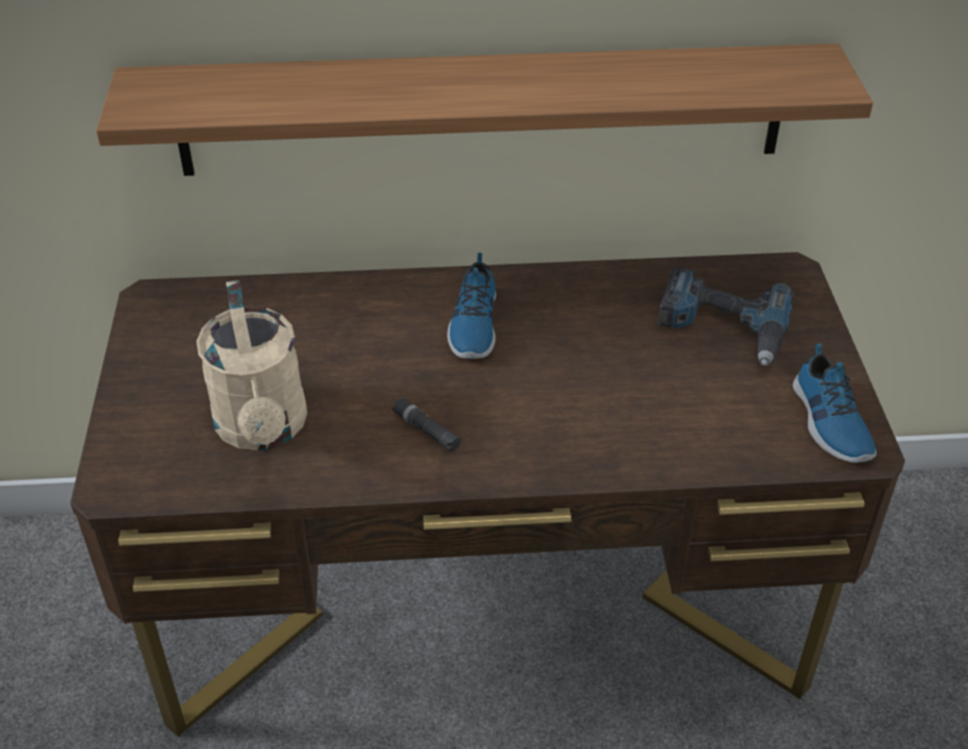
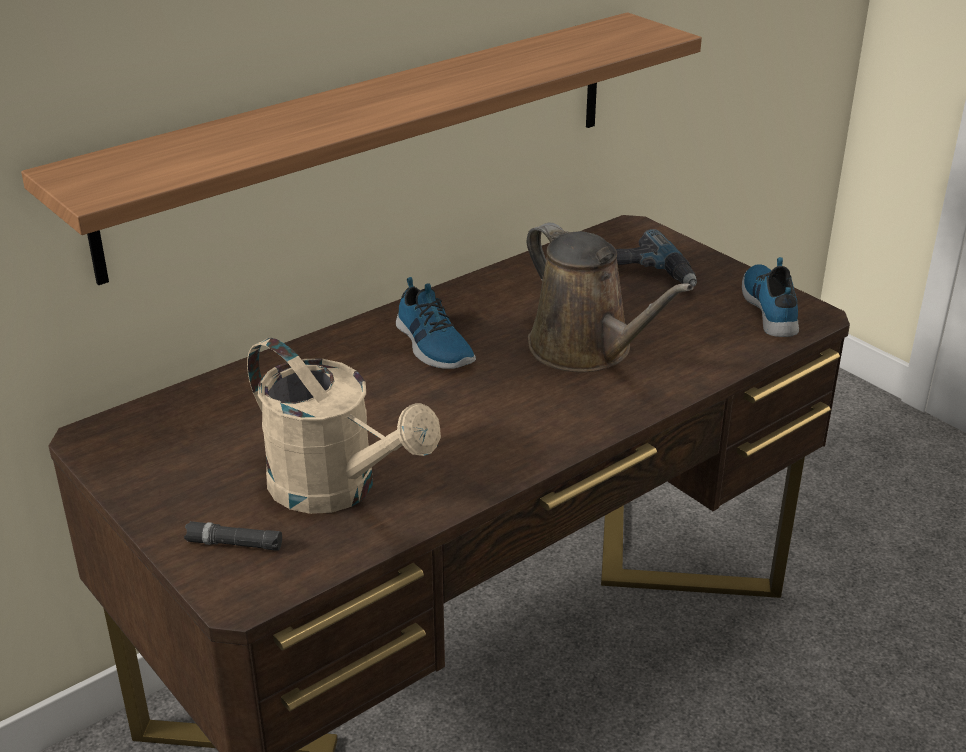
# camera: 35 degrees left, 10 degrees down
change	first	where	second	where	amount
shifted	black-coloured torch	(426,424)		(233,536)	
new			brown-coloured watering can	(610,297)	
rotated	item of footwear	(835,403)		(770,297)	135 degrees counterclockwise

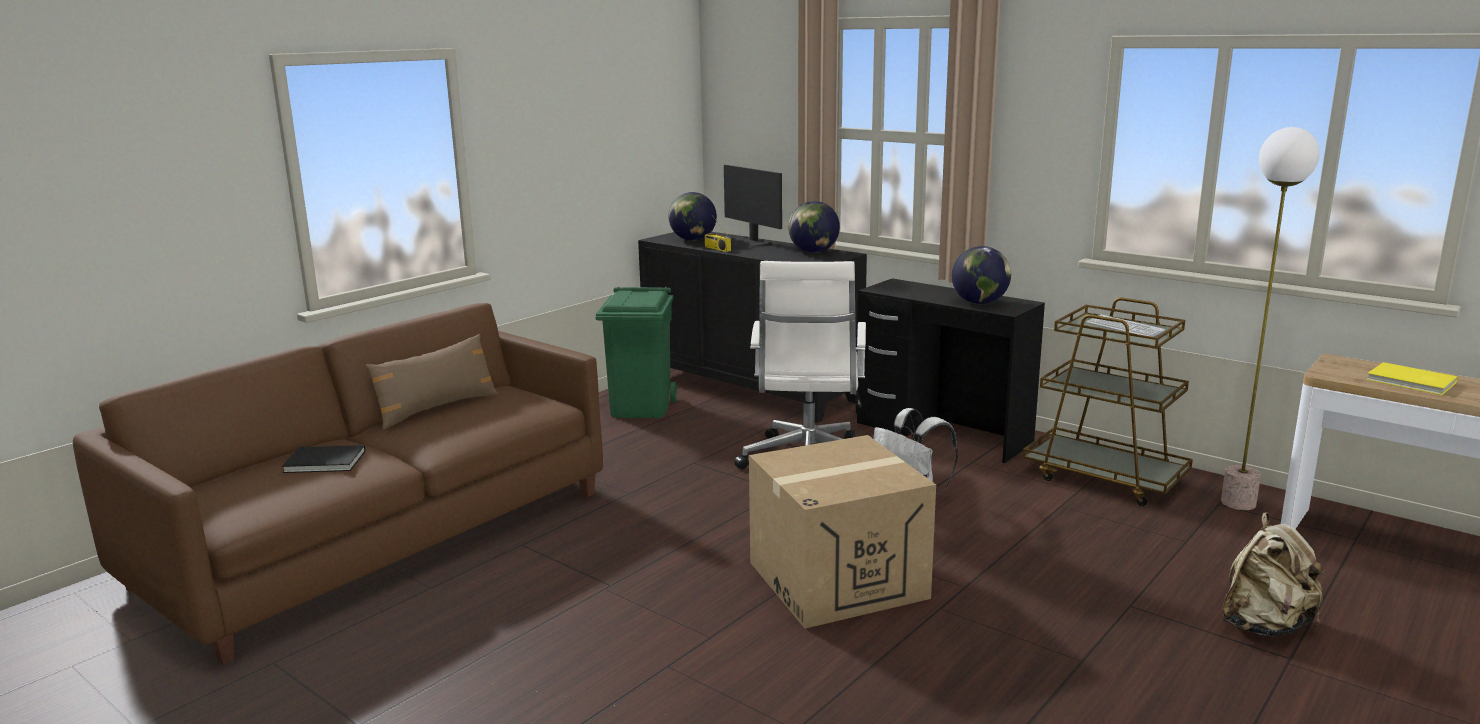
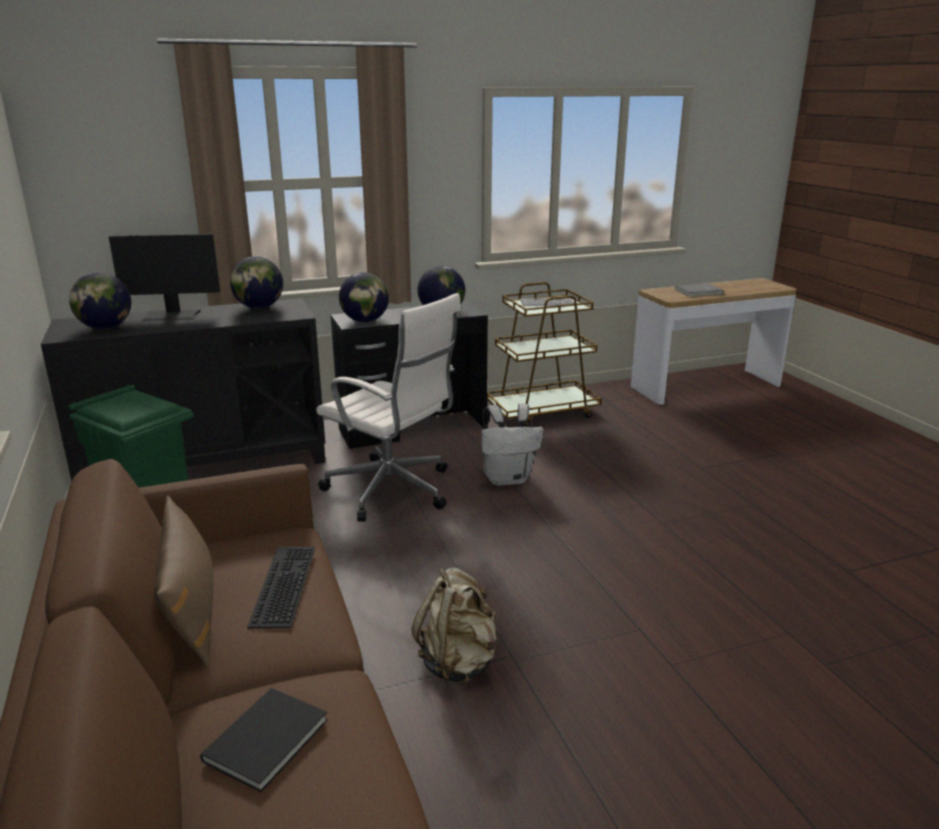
# camera: 60 degrees left, 5 degrees up
change	first	where	second	where	amount
new			computer keyboard	(281,588)	
new			globe	(364,297)	
shifted	beige-coloured rucksack	(1274,574)		(454,626)	
repainted	yellowish volume	(1412,378)	gray volume	(699,290)	
gone	radio set	(718,235)			
gone	cardboard box	(842,532)			
gone	standard lamp	(1270,318)			

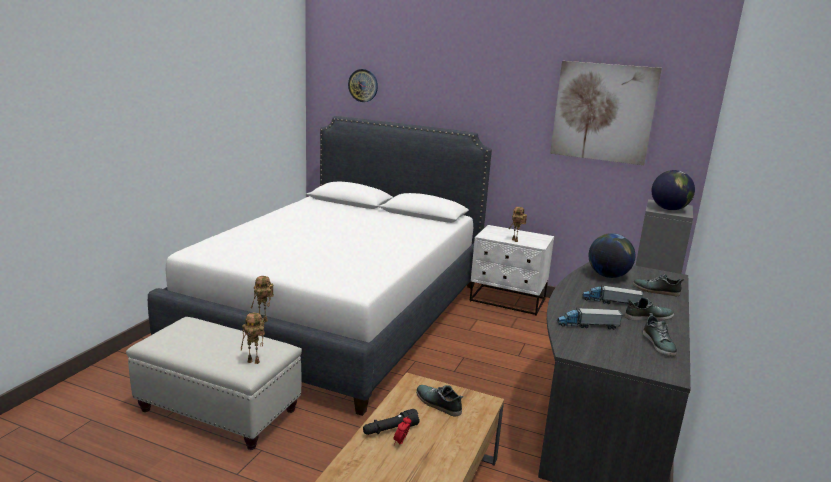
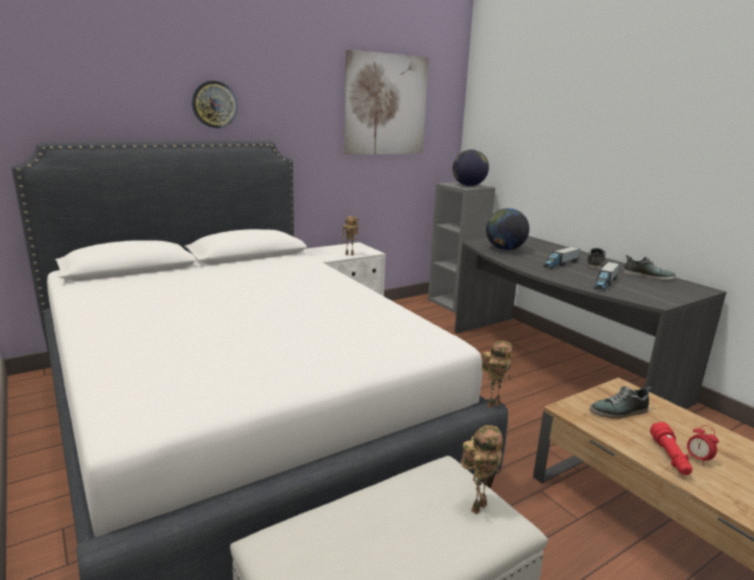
# camera: 55 degrees left, 0 degrees up
change	first	where	second	where	amount
shifted	hanging clock	(363,85)		(215,104)	
shifted	model robot	(262,299)		(496,375)	
repainted	black-coloured torch	(391,422)	red-coloured torch	(671,448)	
gone	item of footwear	(658,285)			

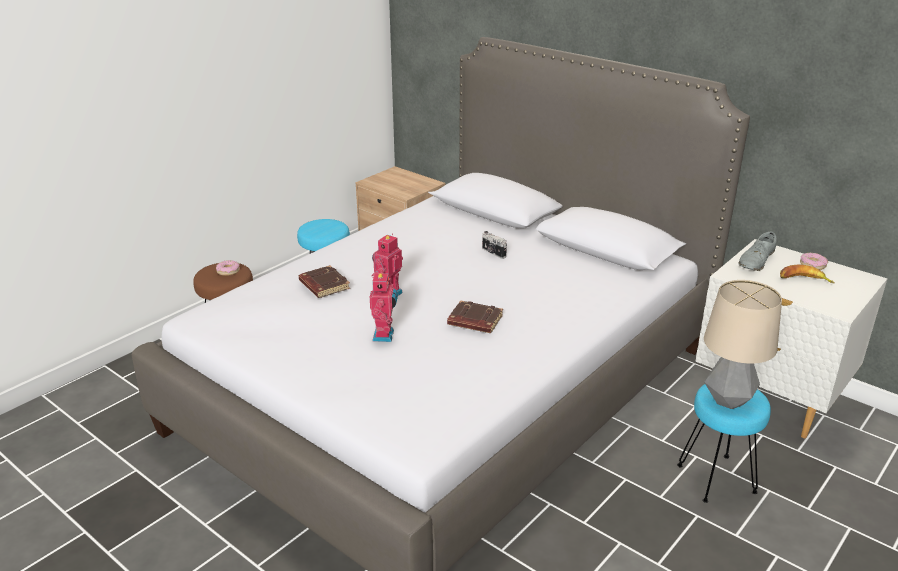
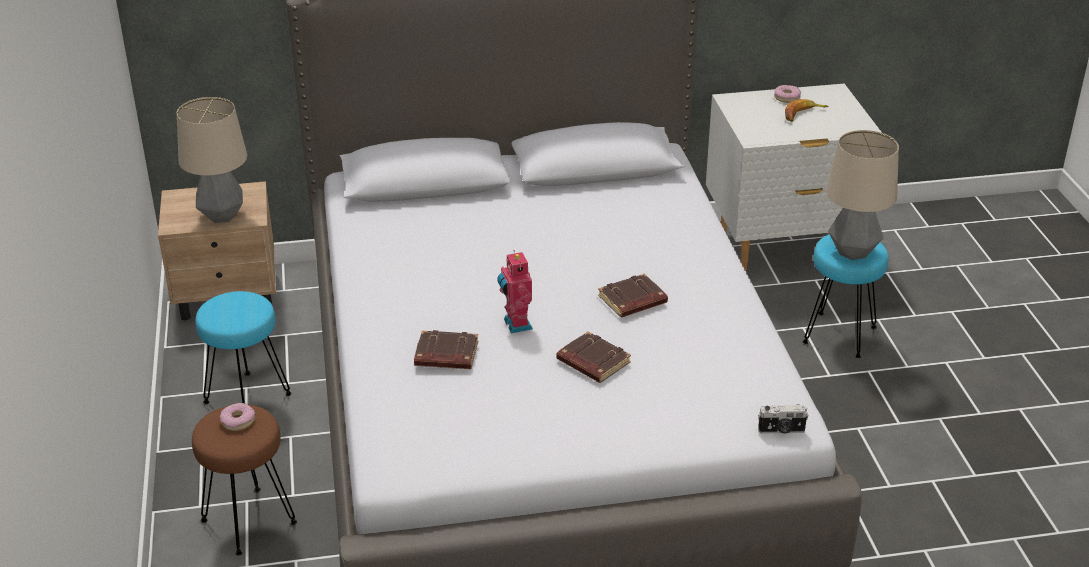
# camera: 50 degrees left, 5 degrees up
change	first	where	second	where	amount
new			lamp for a table	(212,160)	
swapped	model robot	(384,306)	brown-coloured volume	(594,357)	
shifted	photo camera	(494,245)		(783,419)	
gone	gray item of footwear	(757,251)			

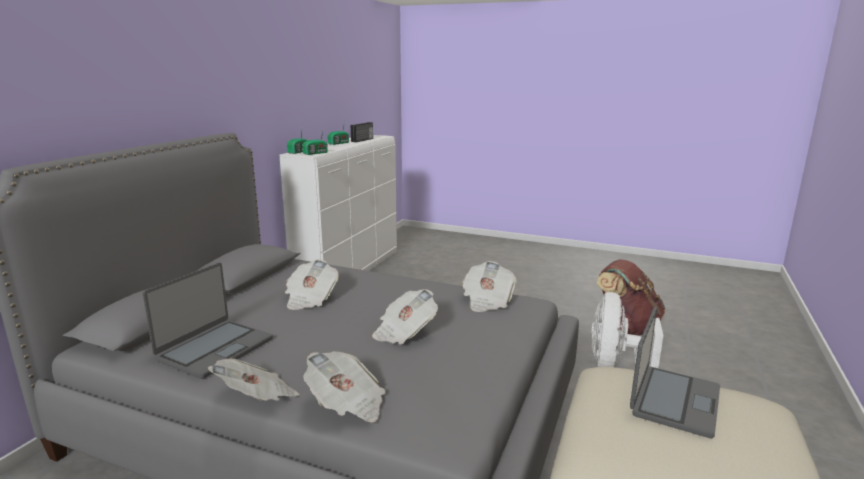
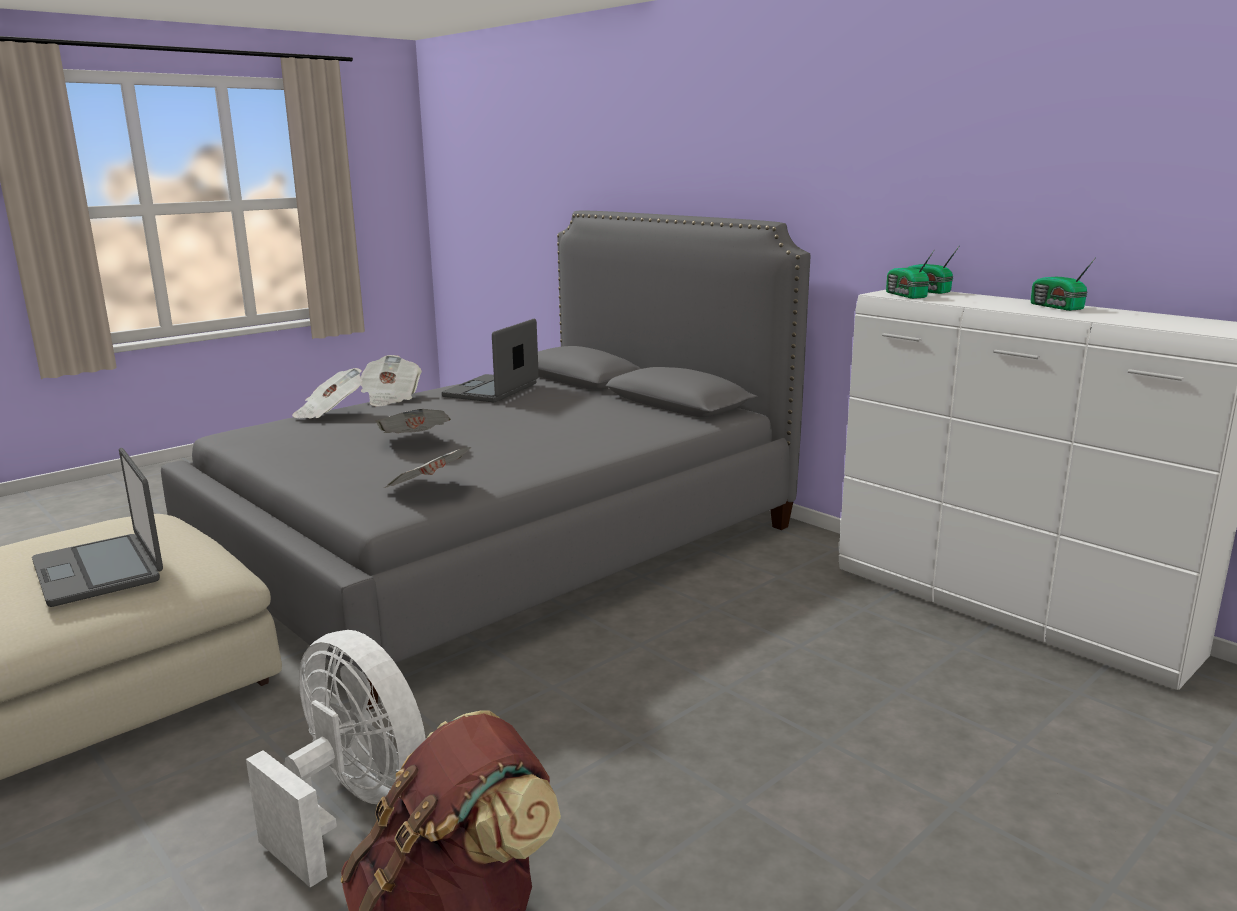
# camera: 115 degrees right, 0 degrees up
change	first	where	second	where	amount
rotated	laptop	(208,321)		(490,360)	60 degrees clockwise
gone	newspaper	(312,284)			
gone	radio set	(362,132)			

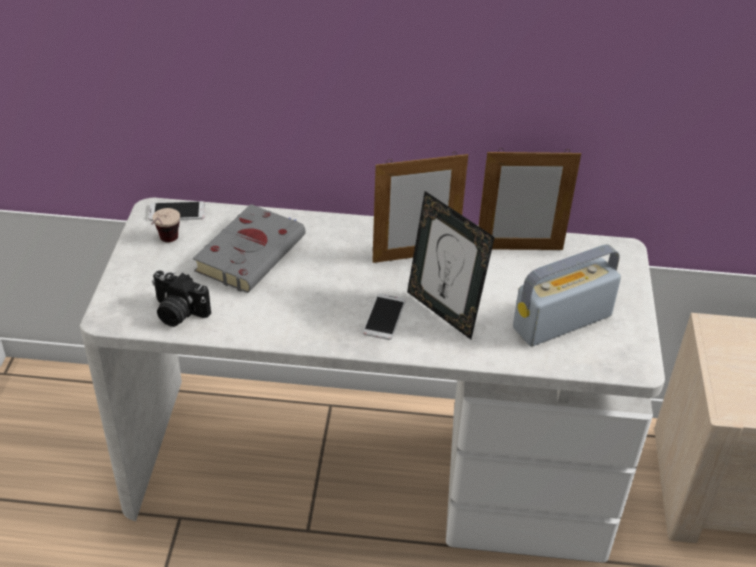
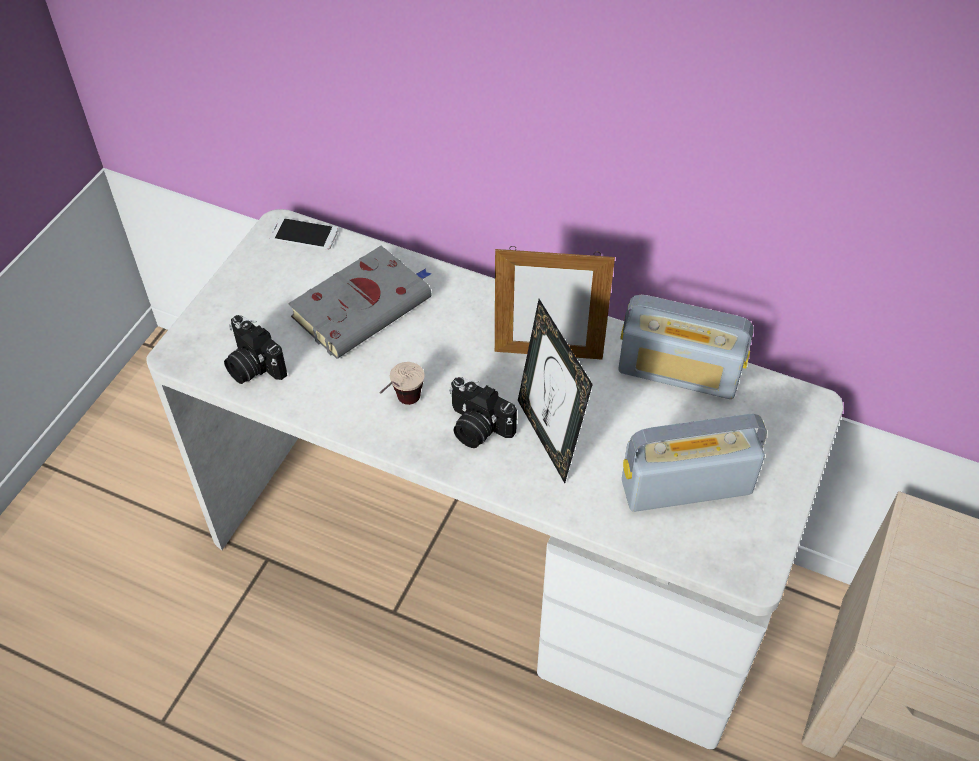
# camera: 20 degrees right, 10 degrees up
change	first	where	second	where	amount
shifted	drinking cup	(165,225)		(402,383)	
swapped	handset	(384,316)	photo camera	(483,412)	
swapped	picture frame	(530,199)	radio set	(686,347)	

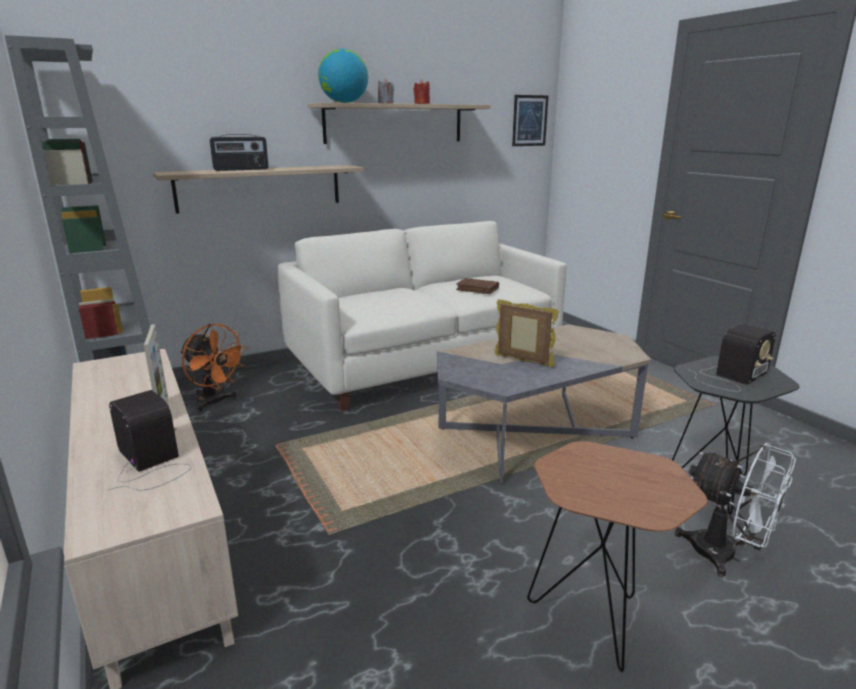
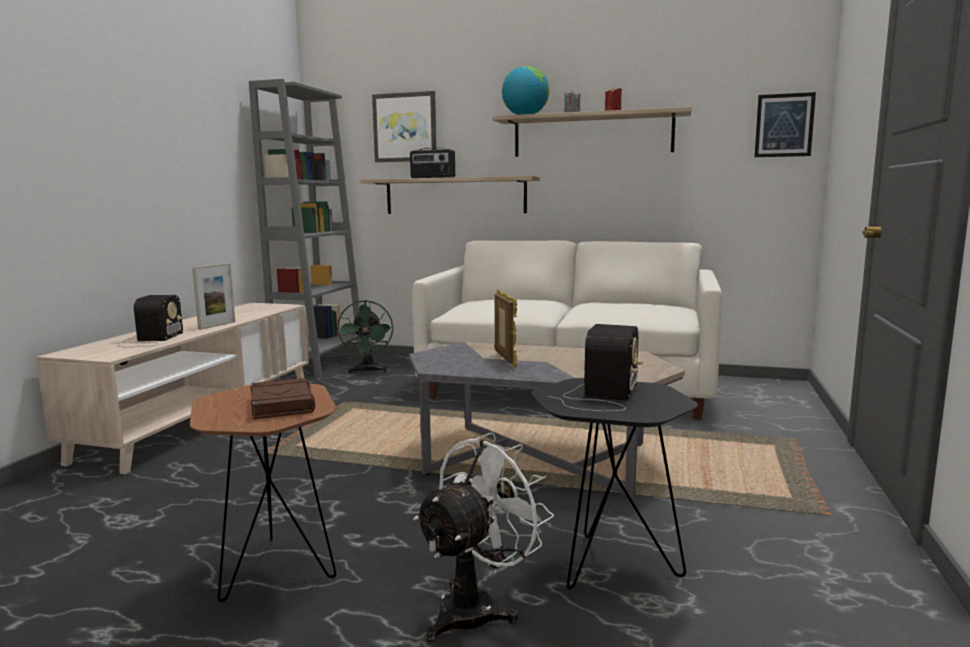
# camera: 45 degrees right, 10 degrees down
change	first	where	second	where	amount
shifted	brown-coloured volume	(477,286)		(282,398)	
repainted	orange fan	(213,368)	green-coloured fan	(365,336)	
new			wall art	(404,126)	
rotated	white fan	(735,510)		(483,537)	135 degrees counterclockwise
rotated	radio set	(731,358)		(595,367)	75 degrees counterclockwise

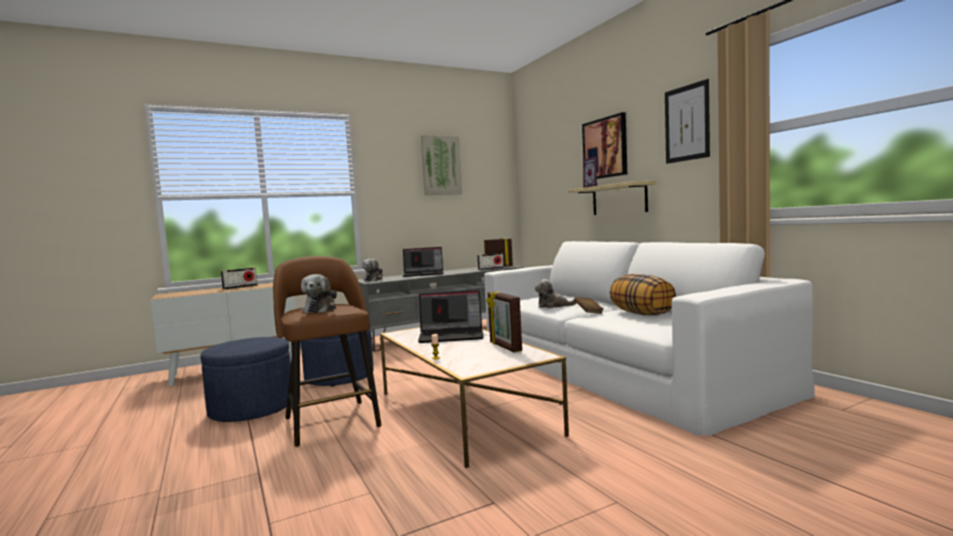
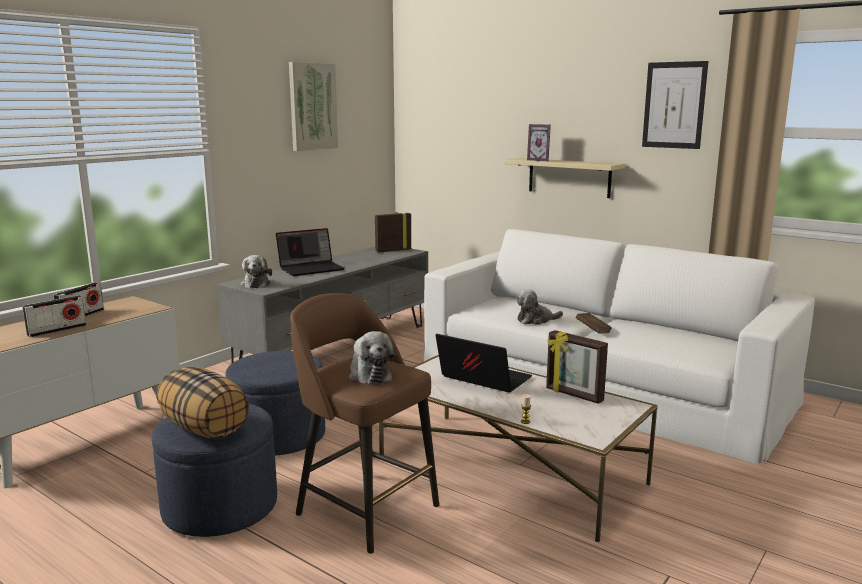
# camera: 25 degrees left, 10 degrees up
change	first	where	second	where	amount
shifted	radio set	(490,261)		(54,316)	
shifted	cushion	(643,295)		(202,402)	
rotated	laptop	(451,316)		(484,363)	120 degrees counterclockwise
gone	wall art	(604,145)			

